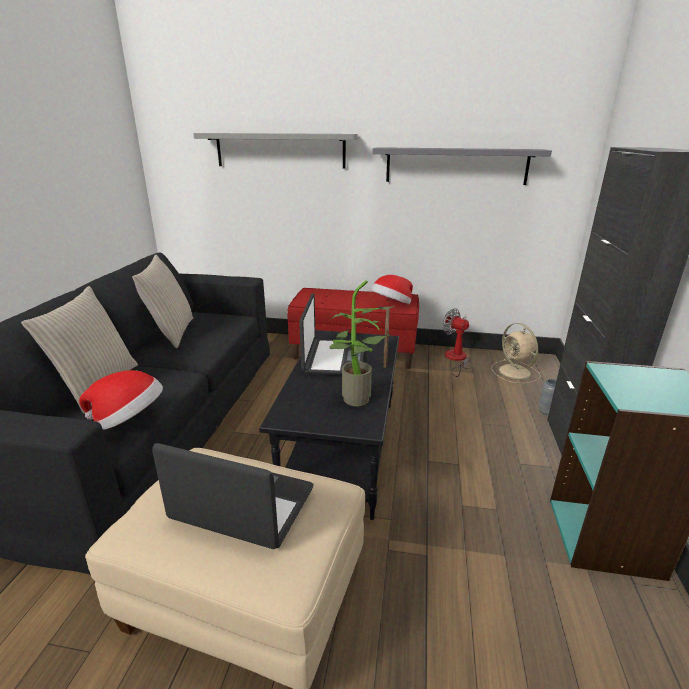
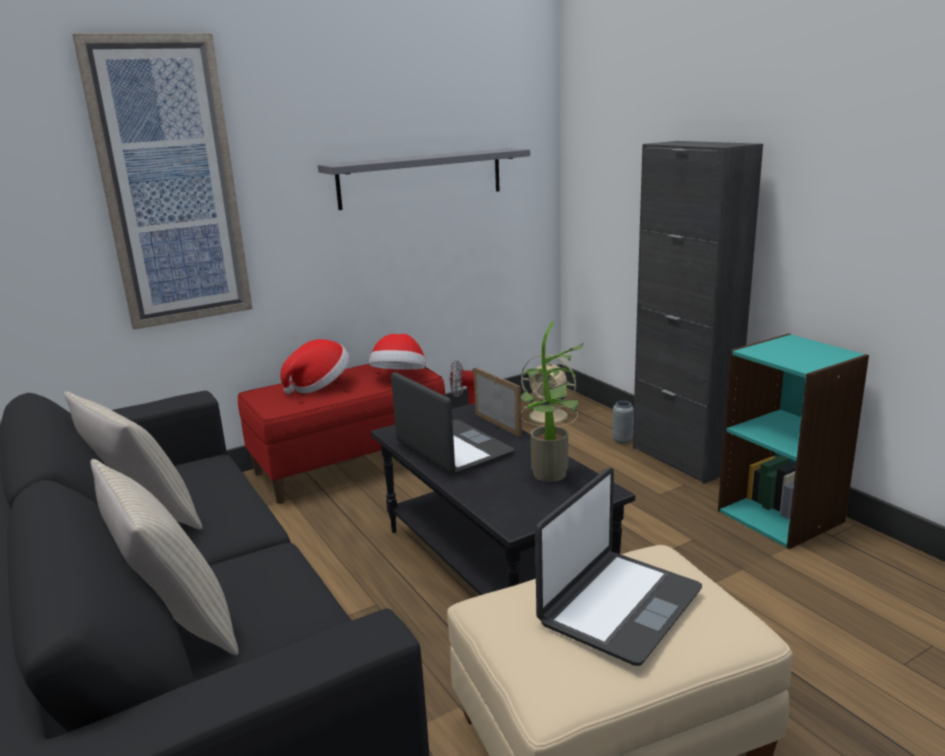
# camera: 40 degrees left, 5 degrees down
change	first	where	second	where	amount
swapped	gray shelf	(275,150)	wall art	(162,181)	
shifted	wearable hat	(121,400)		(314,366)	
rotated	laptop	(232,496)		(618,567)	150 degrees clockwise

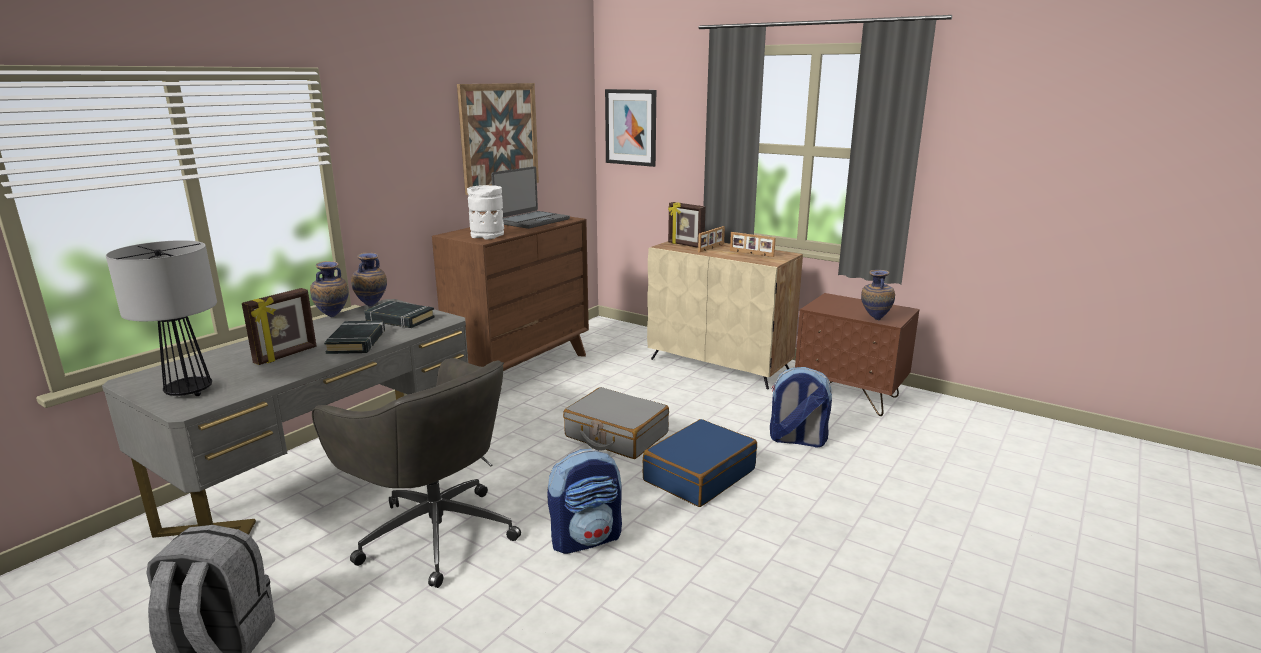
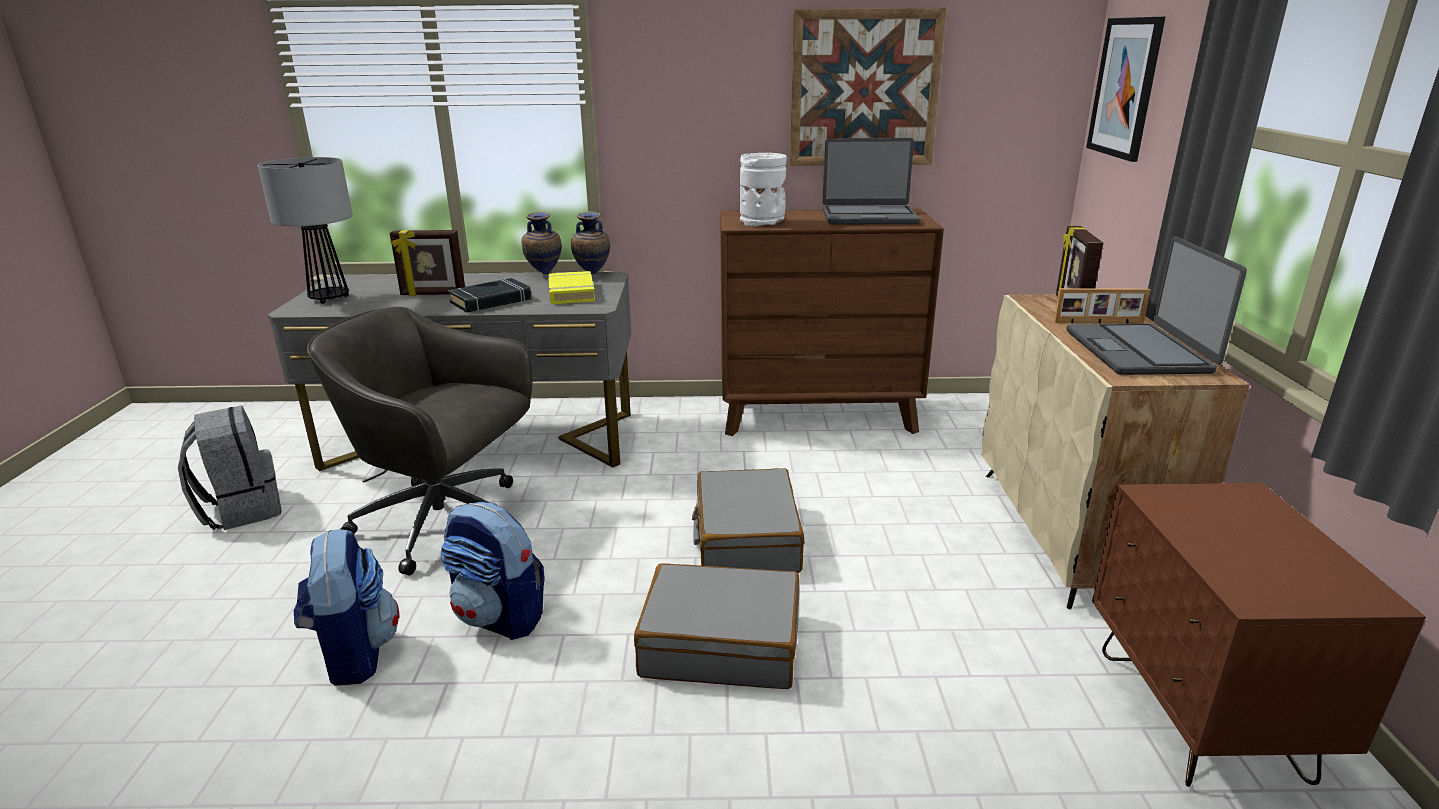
# camera: 55 degrees right, 5 degrees up
change	first	where	second	where	amount
shifted	rucksack	(801,407)		(347,607)	
rotated	gray office chair	(416,473)		(419,441)	105 degrees clockwise
repainted	black-coloured volume	(399,314)	yellowish volume	(571,287)	
repainted	blue piece of luggage	(700,463)	gray piece of luggage	(717,626)	
swapped	picture frame	(753,244)	laptop	(1156,305)	
gone	vase	(878,295)			

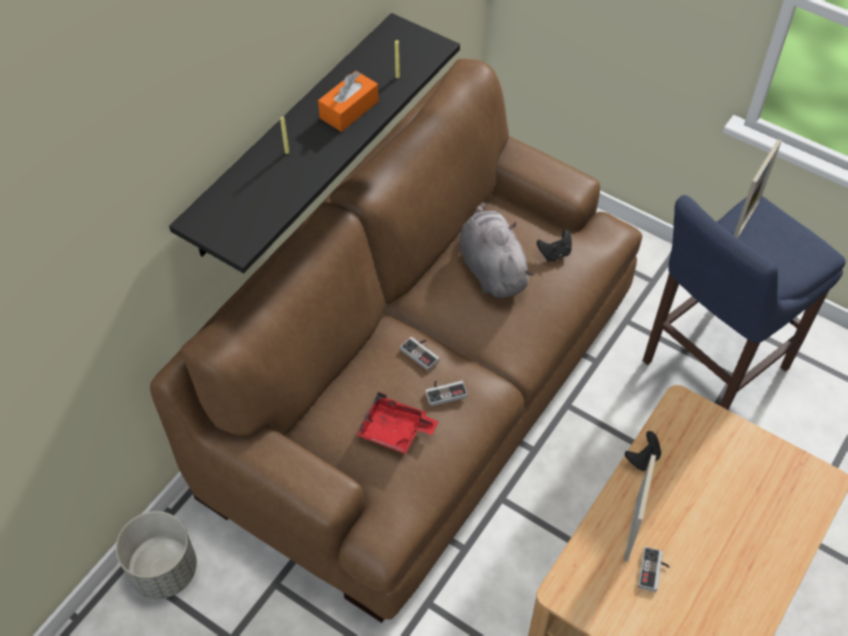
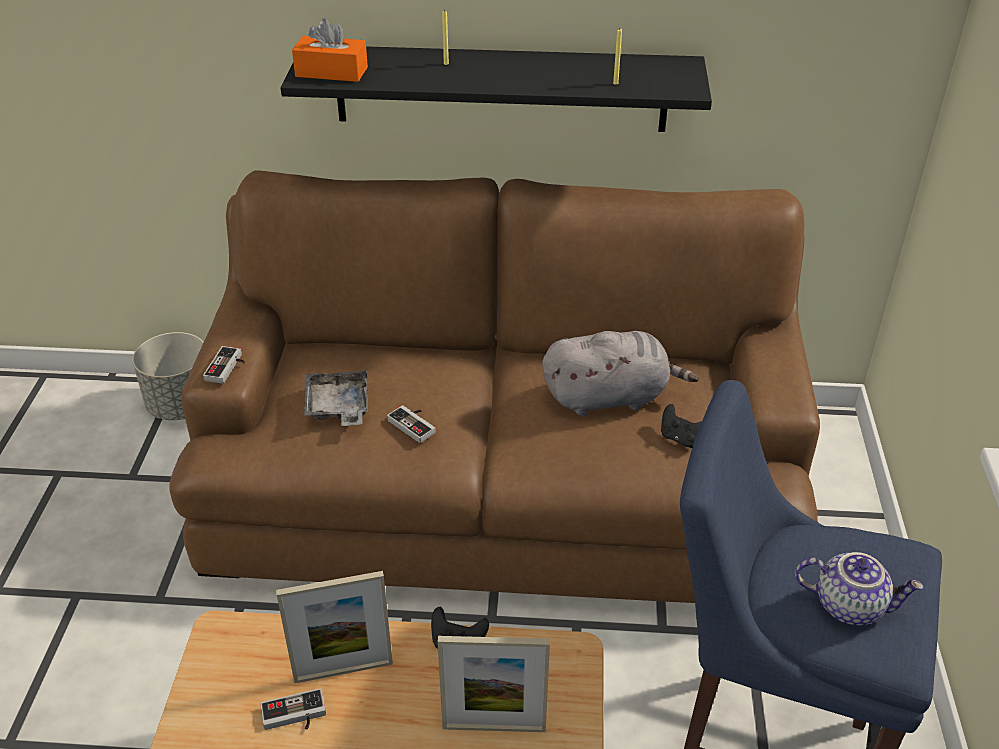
# camera: 60 degrees right, 15 degrees down
change	first	where	second	where	amount
shifted	gamepad	(420,354)		(224,365)	
shifted	orange tissue holder	(348,101)		(330,50)	
repainted	red-coloured carrying tray	(397,423)	gray carrying tray	(336,396)	
shifted	picture frame	(758,189)		(493,684)	
rotated	gray plush toy	(497,250)		(620,373)	45 degrees clockwise
new			teapot	(859,589)	

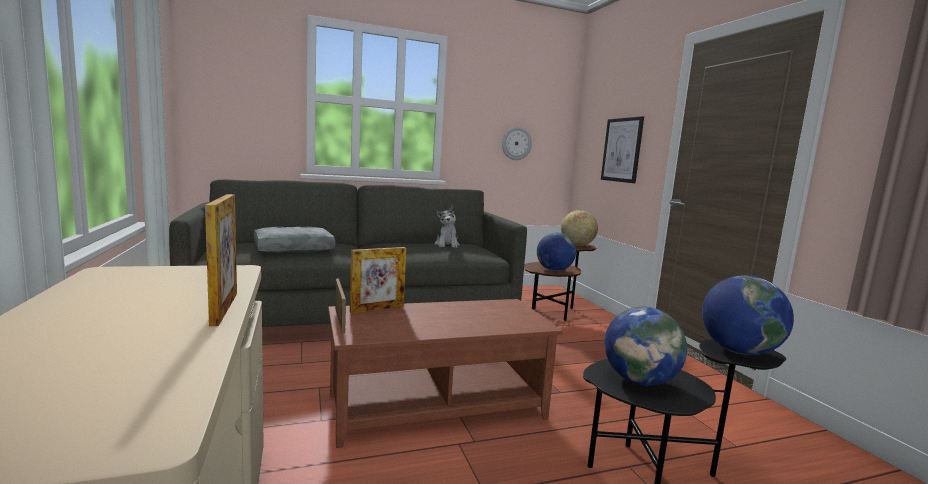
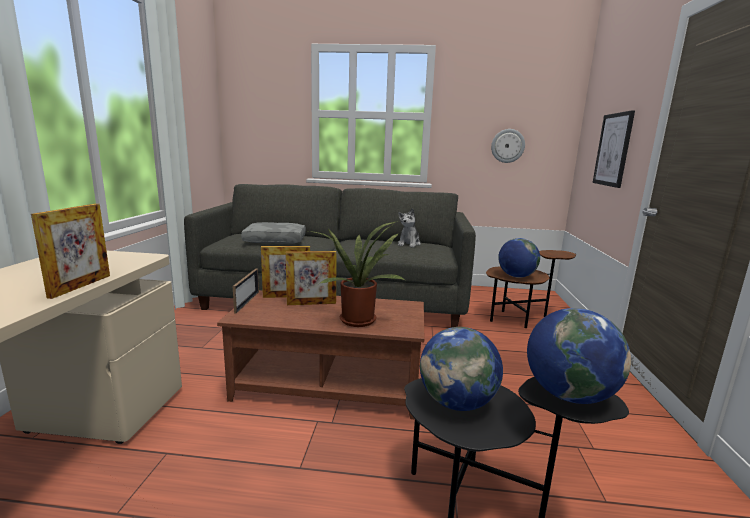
# camera: 25 degrees right, 5 degrees up
change	first	where	second	where	amount
new			picture frame	(311,278)	
new			potted plant	(357,274)	
gone	globe	(579,228)			

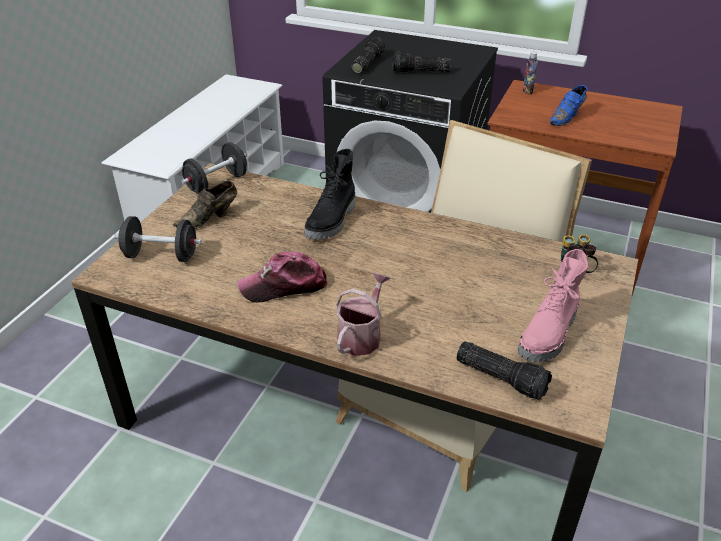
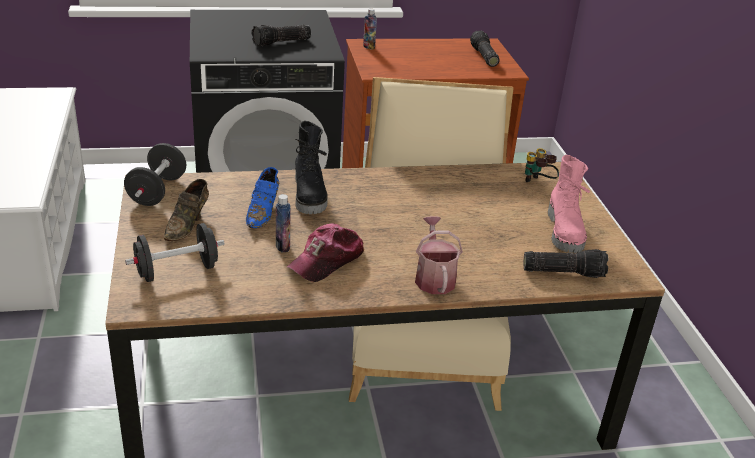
# camera: 35 degrees left, 5 degrees down
change	first	where	second	where	amount
shifted	blue item of footwear	(569,105)		(262,197)	
new			beverage bottle	(283,223)	
shifted	torch	(368,55)		(484,48)	

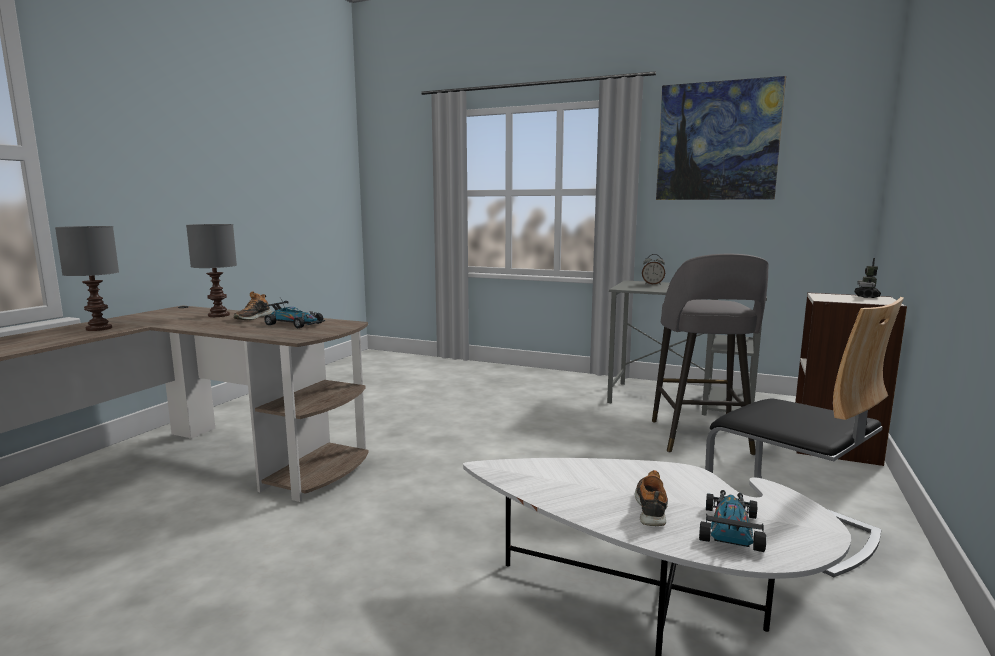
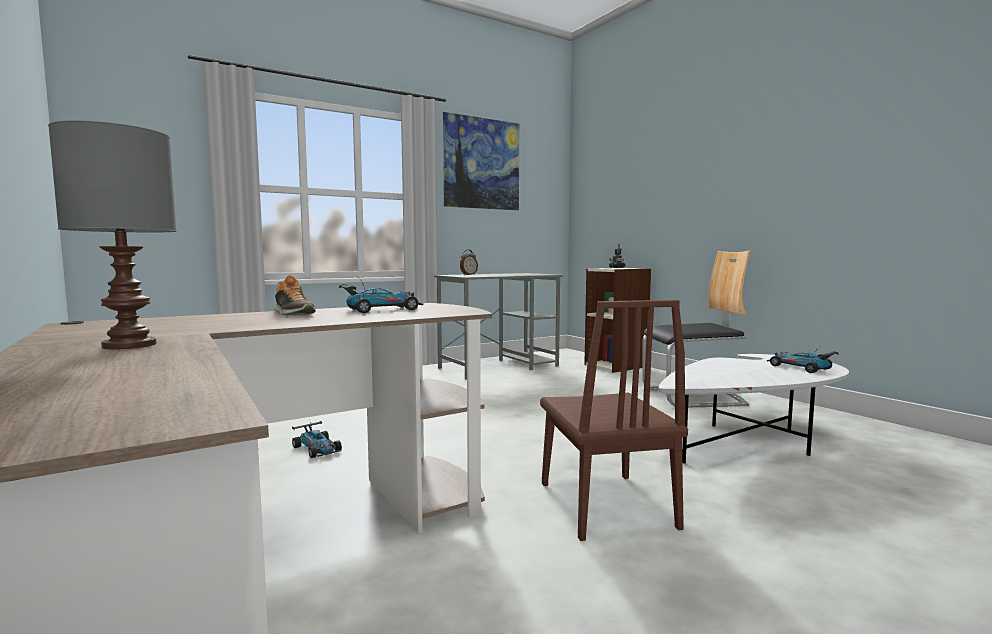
# camera: 55 degrees left, 5 degrees down
change	first	where	second	where	amount
new			toy car	(317,439)	
new			brown-coloured plain chair	(614,420)	
gone	gray lamp for a table	(211,270)			
gone	item of footwear	(651,498)			
gone	gray stool	(710,354)			

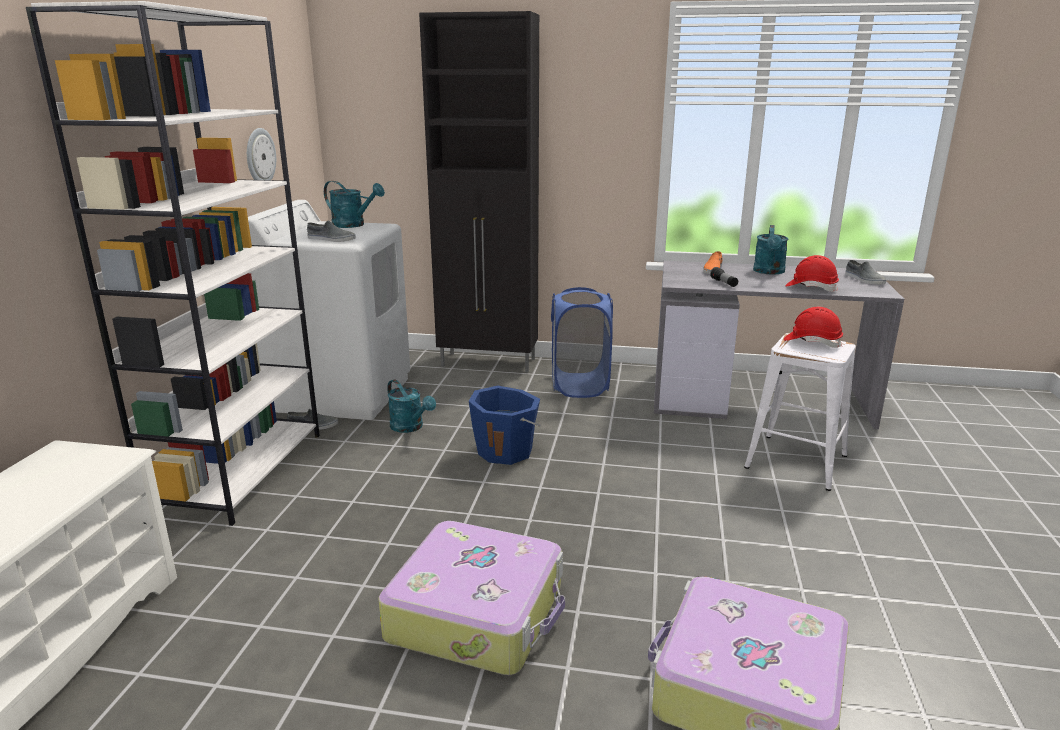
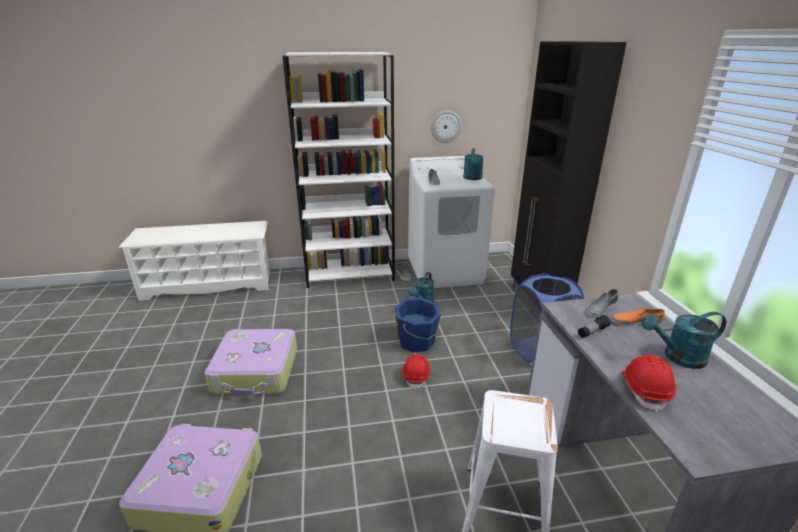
# camera: 70 degrees right, 5 degrees up
change	first	where	second	where	amount
shifted	red-coloured safety helmet	(813,327)		(416,371)	
shifted	gray item of footwear	(865,272)		(602,303)	

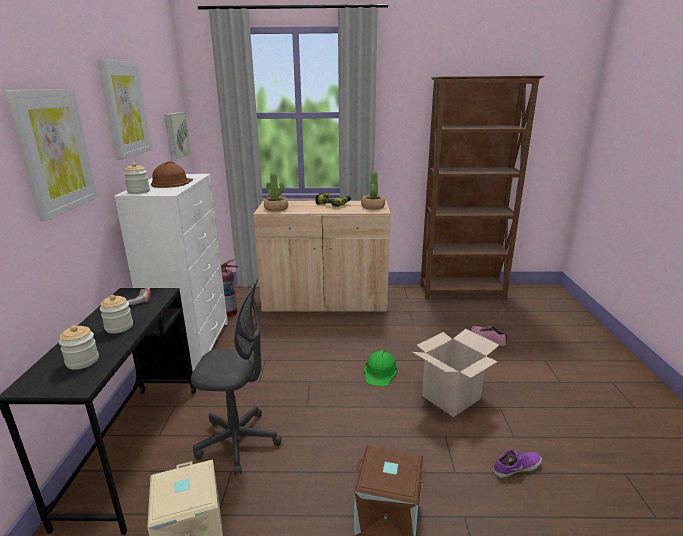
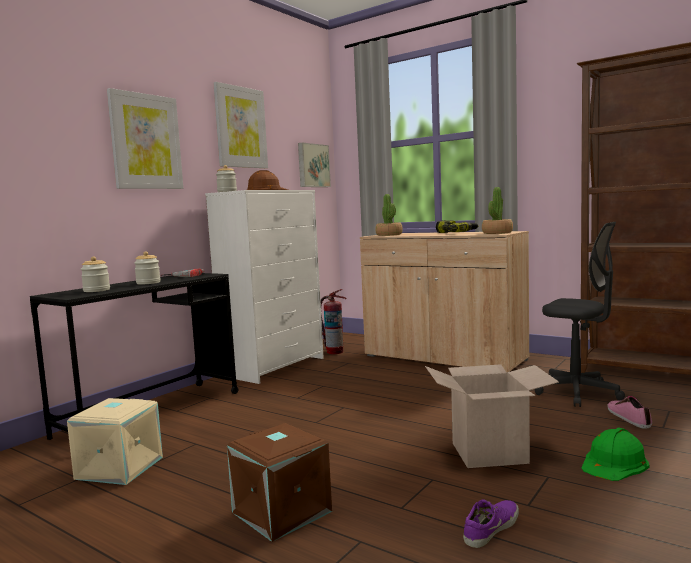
# camera: 35 degrees right, 15 degrees down
change	first	where	second	where	amount
rotated	purplish item of footwear	(517,464)		(491,523)	60 degrees counterclockwise
shifted	gray office chair	(236,376)		(580,314)	
shifted	green-coloured safety helmet	(381,368)		(615,454)	

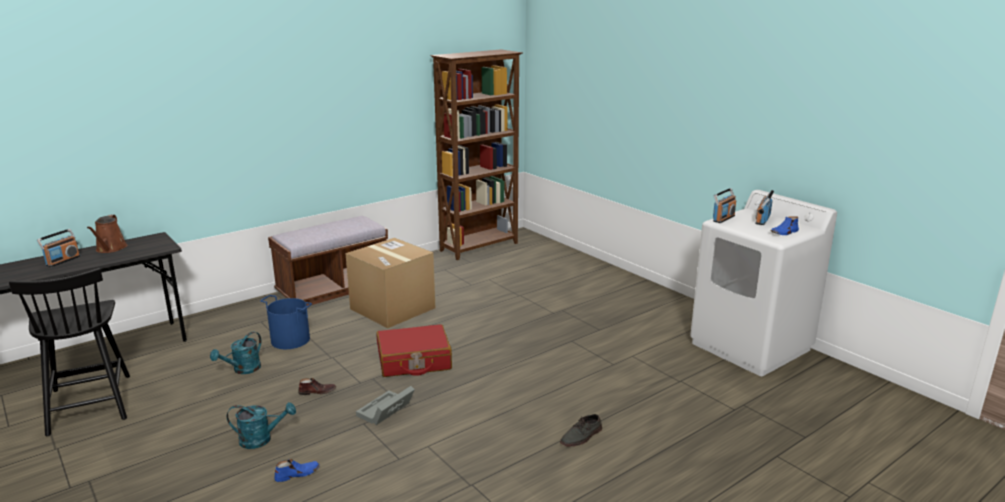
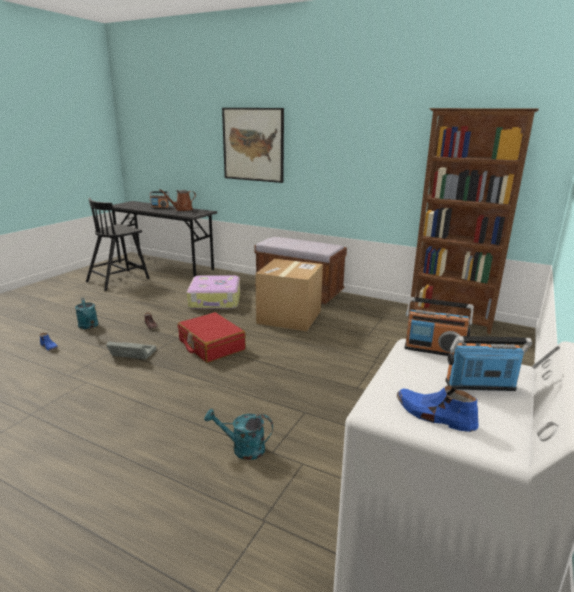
# camera: 65 degrees right, 0 degrees up
change	first	where	second	where	amount
swapped	blue bucket	(286,322)	piece of luggage	(213,292)	
shifted	blue-green watering can	(235,352)		(238,434)	
new			wall art	(253,145)	
gone	gray item of footwear	(581,430)			

